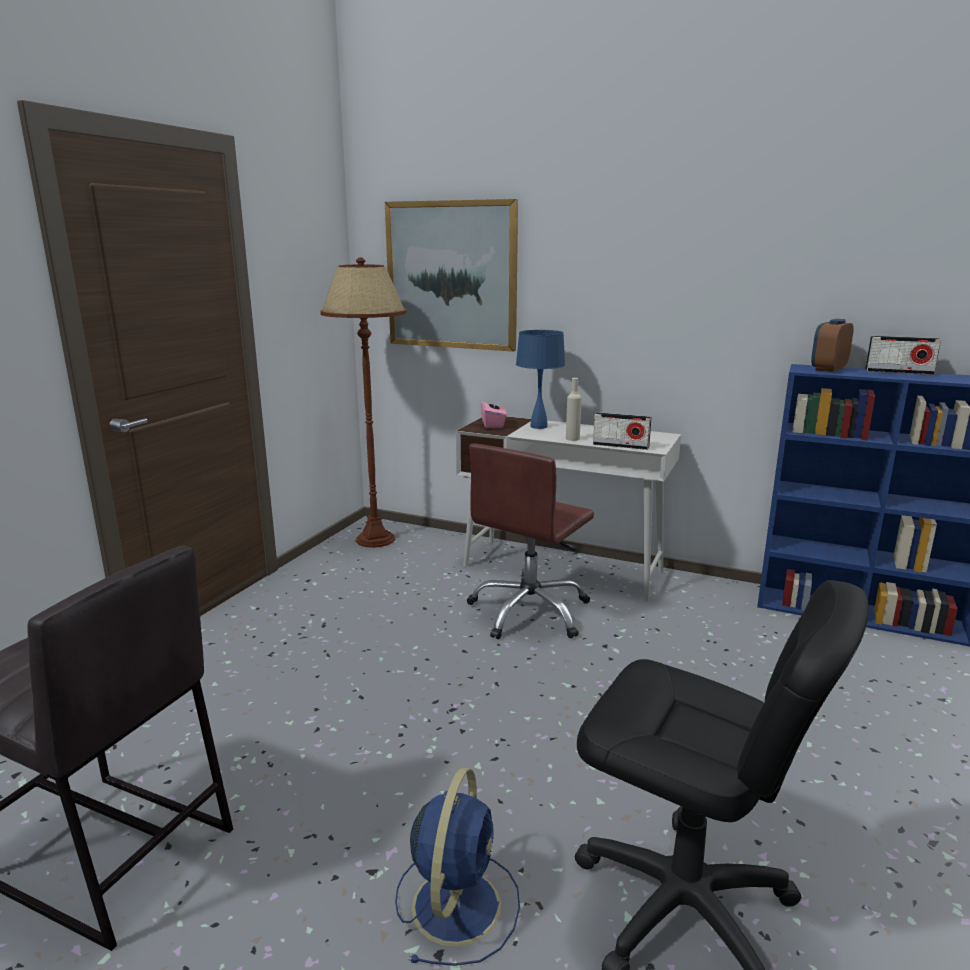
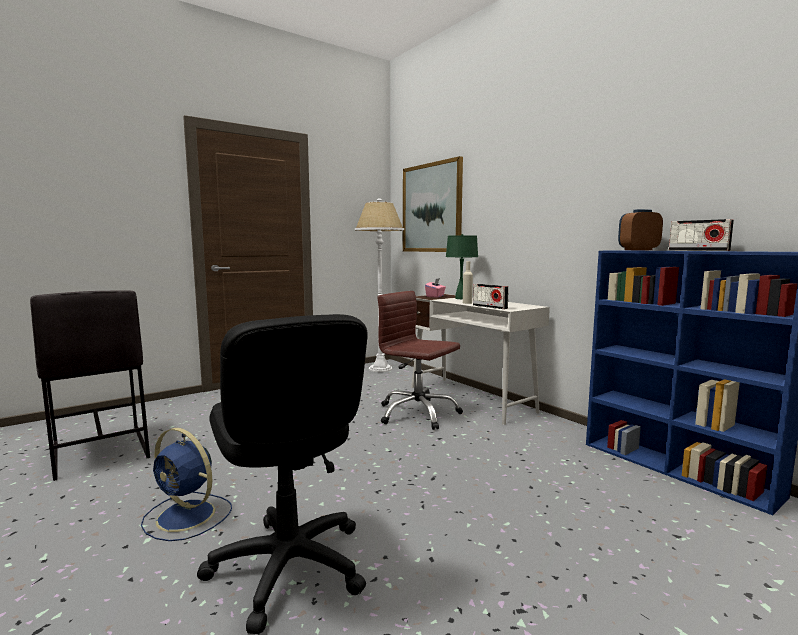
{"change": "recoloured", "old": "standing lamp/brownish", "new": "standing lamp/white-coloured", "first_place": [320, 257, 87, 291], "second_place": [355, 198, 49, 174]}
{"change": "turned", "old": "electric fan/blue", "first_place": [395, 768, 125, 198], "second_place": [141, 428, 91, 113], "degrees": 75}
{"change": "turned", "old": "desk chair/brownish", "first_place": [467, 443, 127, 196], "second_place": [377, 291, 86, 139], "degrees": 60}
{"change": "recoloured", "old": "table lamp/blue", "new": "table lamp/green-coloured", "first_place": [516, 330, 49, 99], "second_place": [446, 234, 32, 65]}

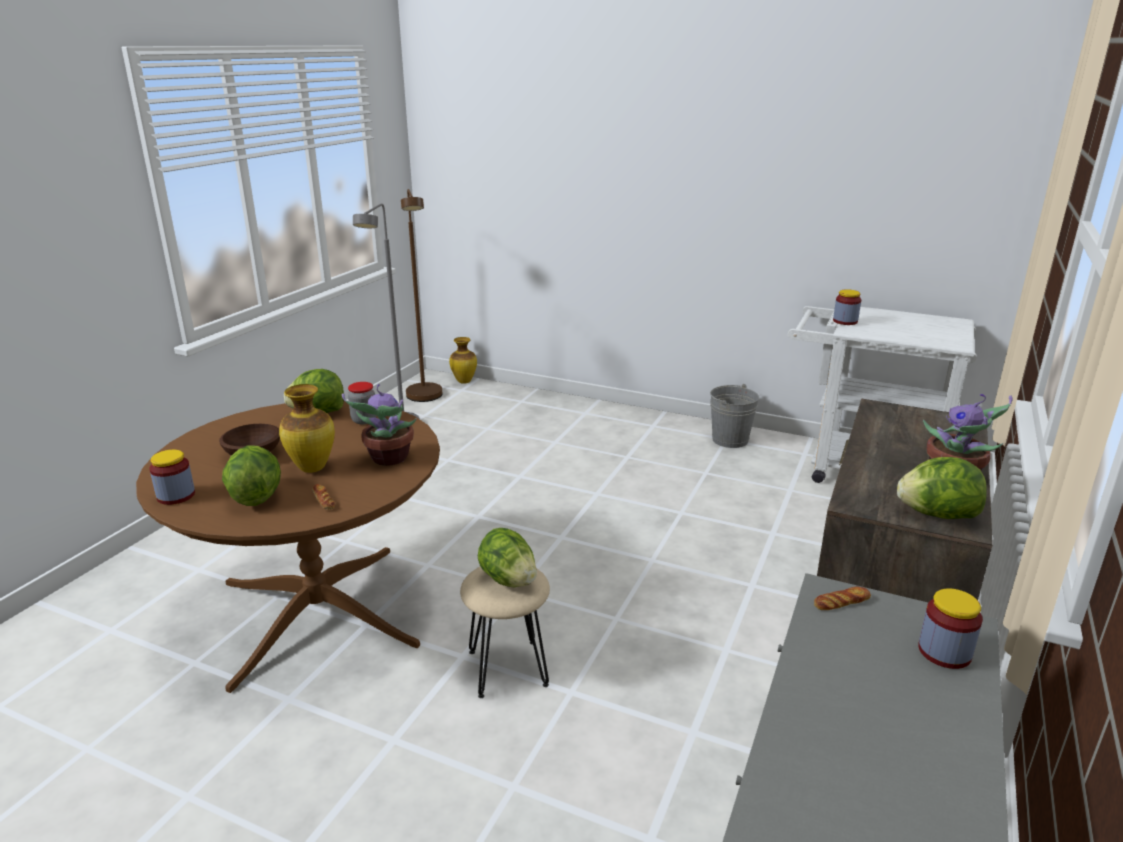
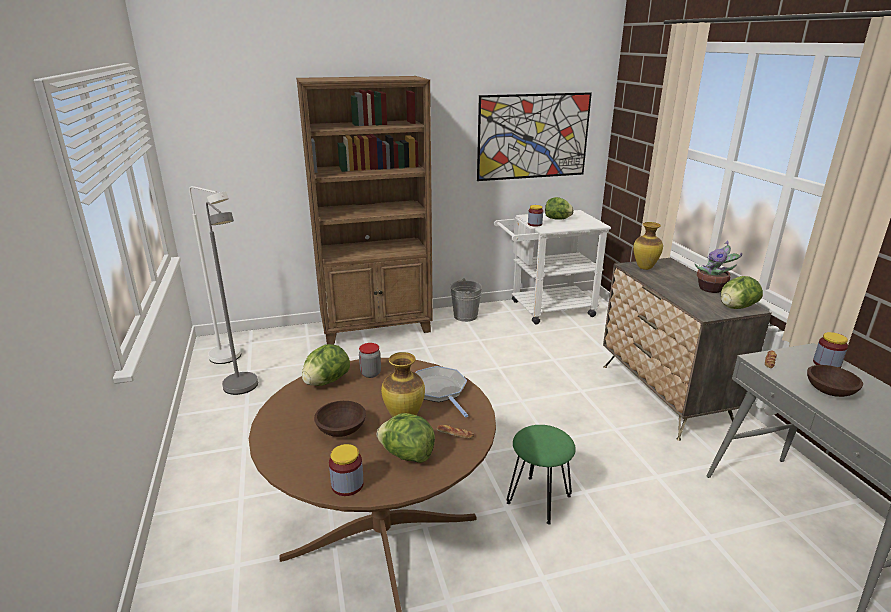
{"change": "replaced", "old": "potted plant", "new": "pan", "first_place": [342, 384, 75, 82], "second_place": [415, 366, 53, 51]}
{"change": "recoloured", "old": "standing lamp/brownish", "new": "standing lamp/white-coloured", "first_place": [401, 189, 41, 213], "second_place": [189, 186, 52, 178]}
{"change": "moved", "old": "decorative vase", "first_place": [449, 337, 28, 47], "second_place": [633, 222, 30, 48]}
{"change": "recoloured", "old": "sitting stool/beige-coloured", "new": "sitting stool/green-coloured", "first_place": [460, 567, 90, 131], "second_place": [507, 425, 69, 100]}
{"change": "moved", "old": "head of lettuce", "first_place": [478, 528, 59, 59], "second_place": [545, 197, 29, 23]}
{"change": "added", "new": "bookshelf/brownish", "second_place": [296, 76, 137, 269]}
{"change": "added", "new": "picture", "second_place": [477, 92, 115, 89]}
{"change": "added", "new": "serving bowl/brownish", "second_place": [807, 365, 56, 32]}

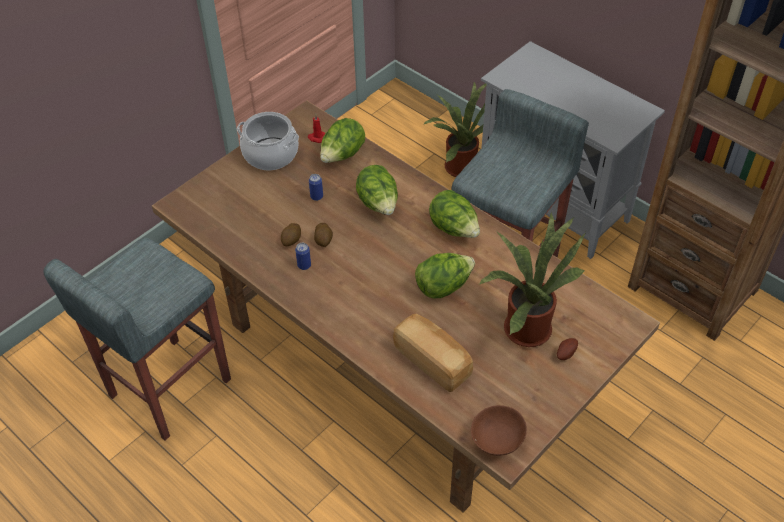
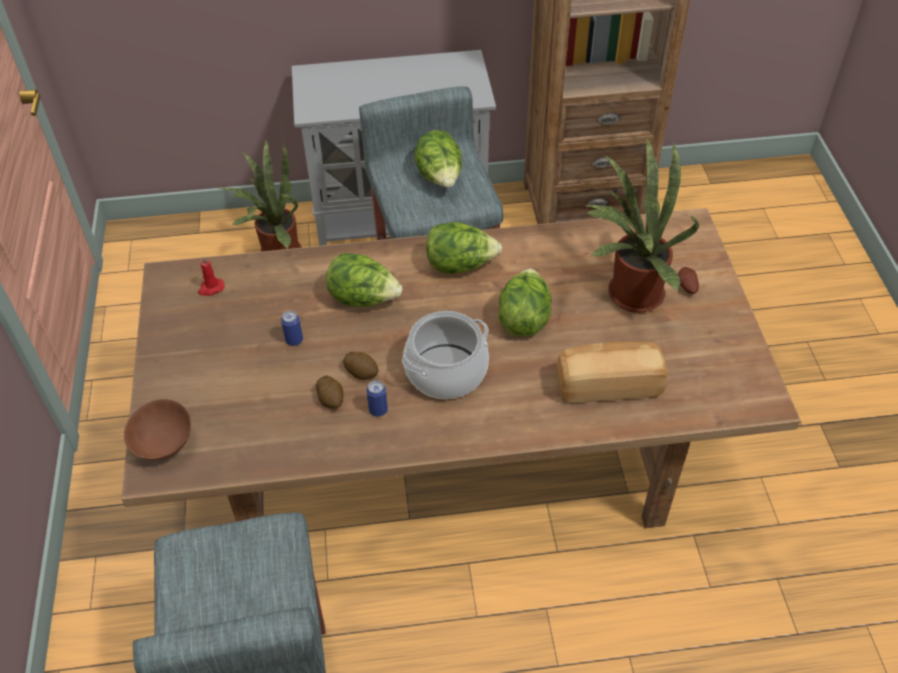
{"change": "moved", "old": "saucepot", "first_place": [237, 112, 62, 58], "second_place": [402, 311, 87, 88]}
{"change": "moved", "old": "head of lettuce", "first_place": [320, 118, 45, 45], "second_place": [414, 130, 48, 58]}
{"change": "moved", "old": "serving bowl/brownish", "first_place": [471, 405, 56, 51], "second_place": [124, 399, 67, 61]}

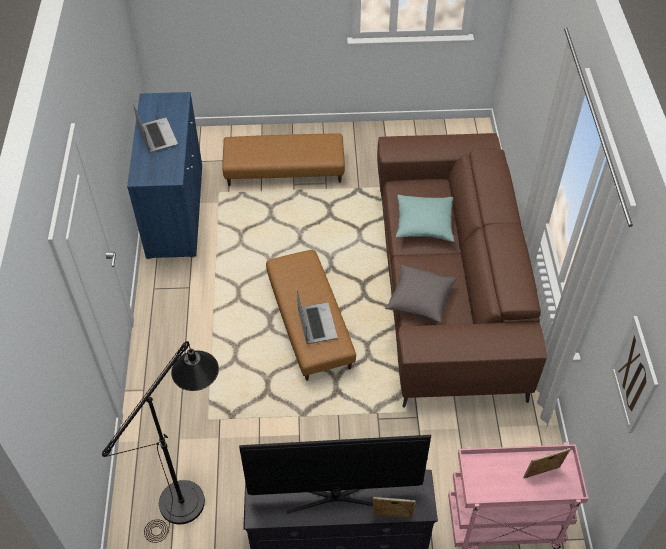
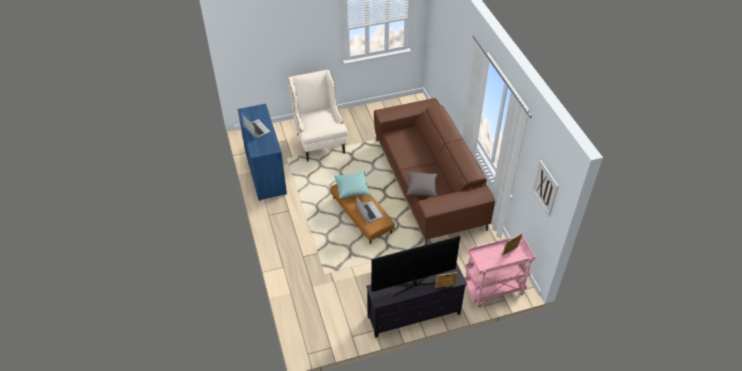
{"change": "removed", "old": "standing lamp/blackish", "first_place": [102, 341, 117, 202]}
{"change": "replaced", "old": "footrest/brownish", "new": "lounge chair/beige-coloured", "first_place": [222, 134, 123, 52], "second_place": [288, 70, 60, 92]}
{"change": "moved", "old": "cushion/blue-green", "first_place": [396, 195, 58, 47], "second_place": [334, 171, 37, 28]}

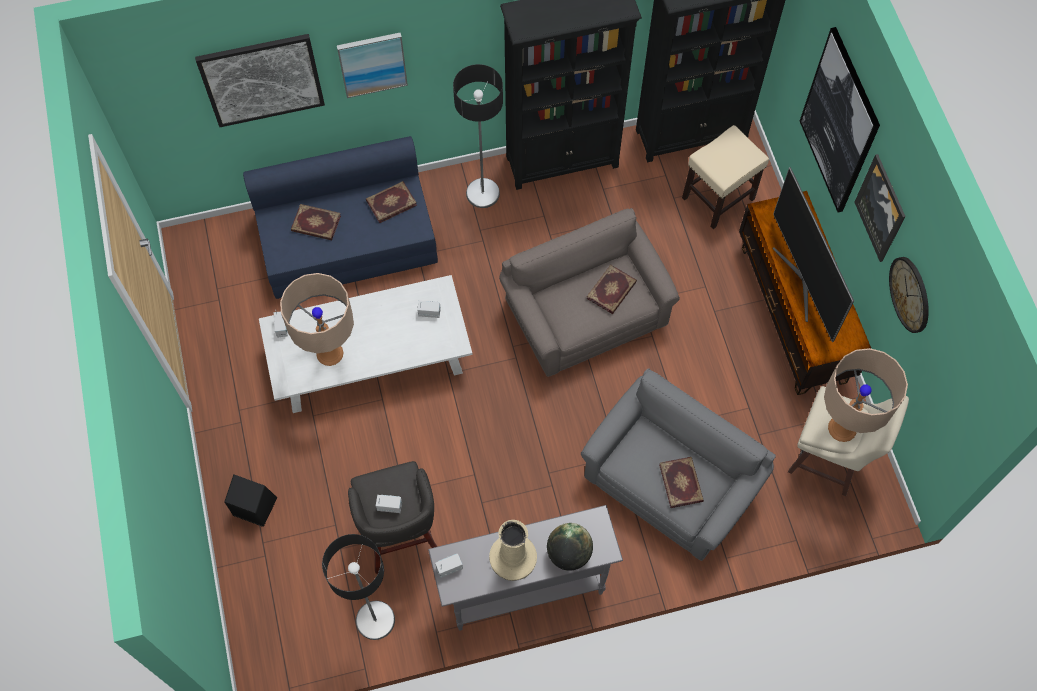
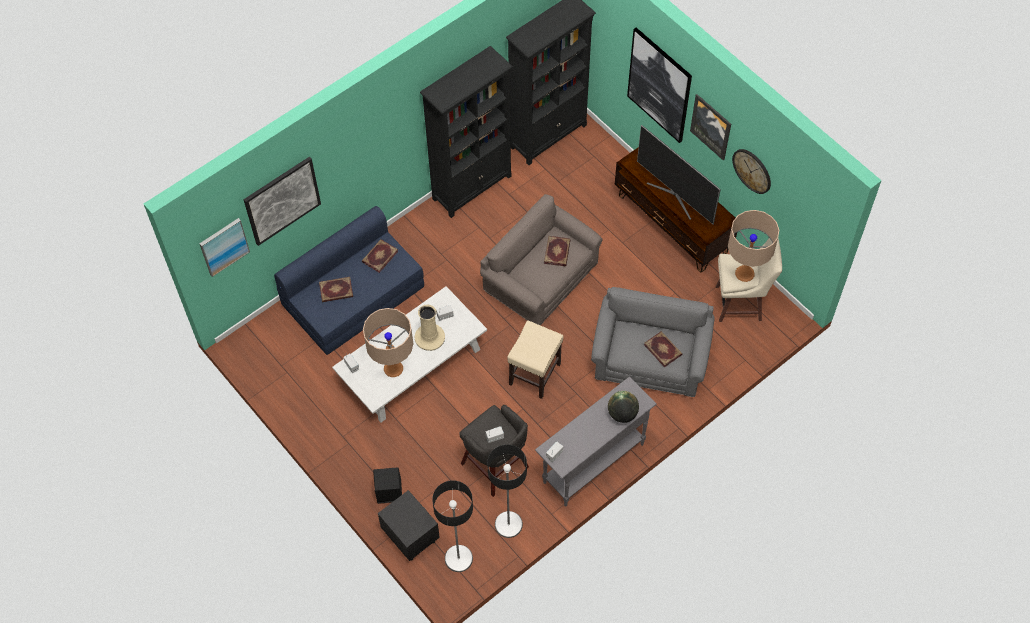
{"change": "moved", "old": "picture", "first_place": [337, 33, 71, 65], "second_place": [199, 218, 51, 59]}
{"change": "moved", "old": "standing lamp", "first_place": [453, 64, 50, 144], "second_place": [432, 480, 41, 92]}
{"change": "moved", "old": "decorative vase/beige-coloured", "first_place": [489, 520, 48, 61], "second_place": [415, 305, 30, 46]}
{"change": "moved", "old": "sitting stool/beige-coloured", "first_place": [682, 125, 87, 104], "second_place": [507, 321, 57, 78]}
{"change": "added", "new": "night table/blackish", "second_place": [378, 490, 62, 71]}

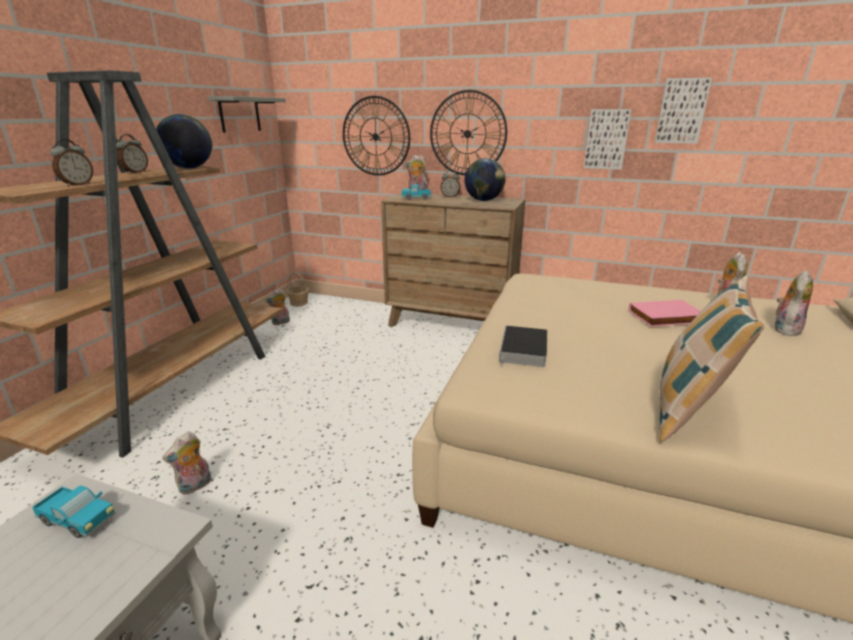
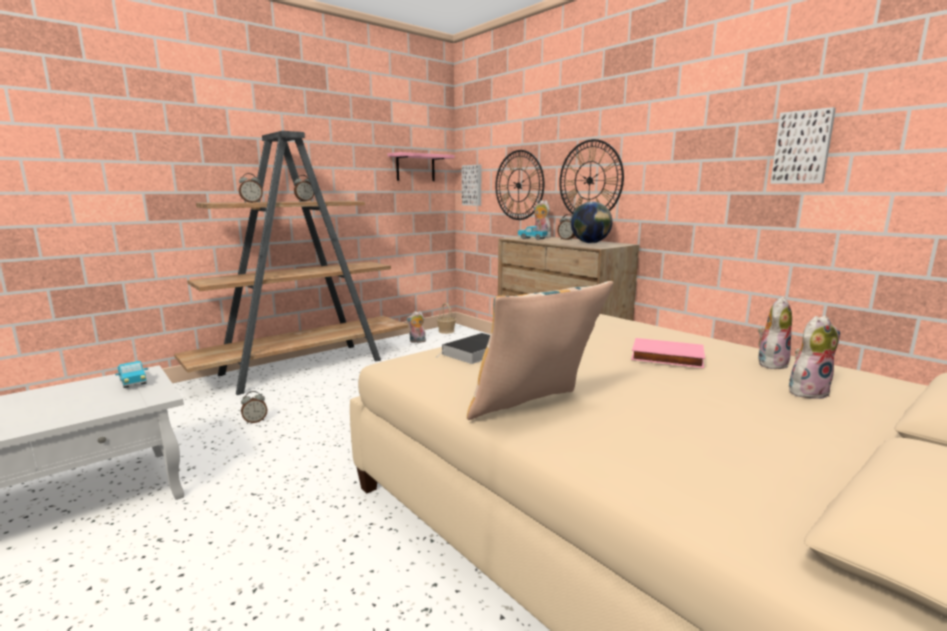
{"change": "removed", "old": "world globe", "first_place": [156, 114, 56, 55]}
{"change": "replaced", "old": "cuddly toy", "new": "table clock", "first_place": [163, 431, 48, 64], "second_place": [241, 391, 26, 33]}
{"change": "recoloured", "old": "bracket shelf/greyish", "new": "bracket shelf/pinkish", "first_place": [208, 96, 78, 37], "second_place": [388, 152, 67, 29]}
{"change": "moved", "old": "picture", "first_place": [584, 109, 47, 61], "second_place": [462, 164, 19, 42]}

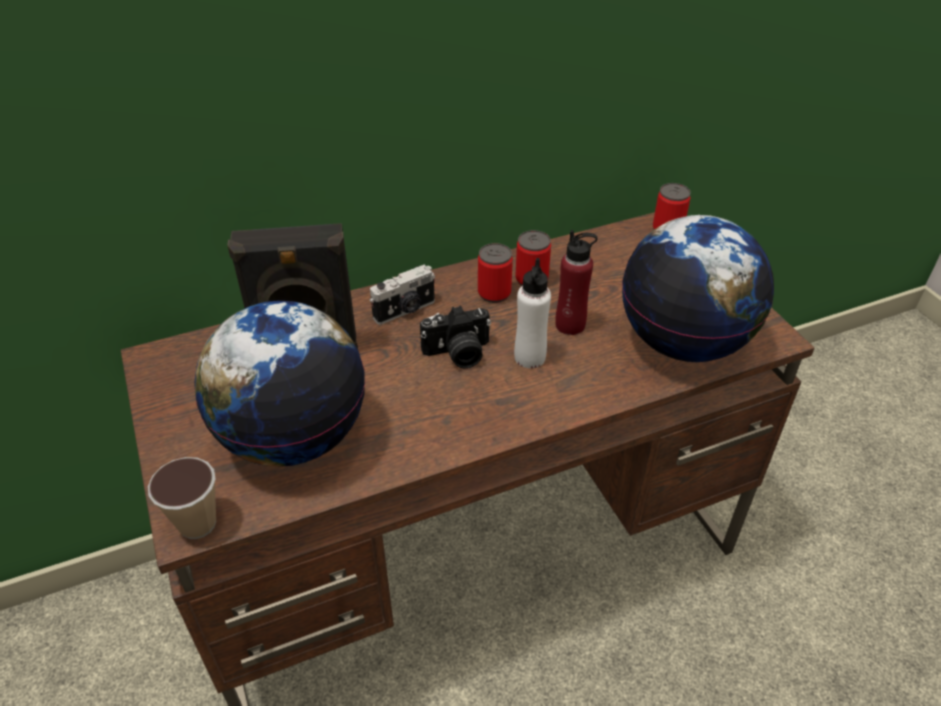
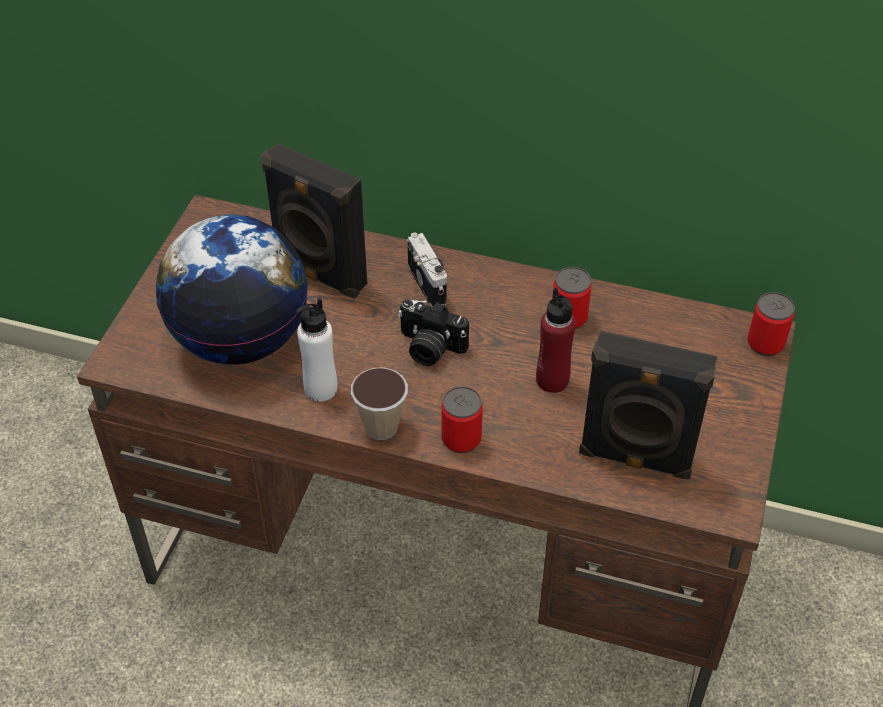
{"change": "moved", "old": "small cup", "first_place": [148, 457, 68, 82], "second_place": [351, 367, 57, 73]}
{"change": "turned", "old": "photo camera", "first_place": [370, 264, 65, 61], "second_place": [407, 233, 40, 74], "degrees": -120}
{"change": "moved", "old": "metal can", "first_place": [478, 243, 35, 60], "second_place": [441, 386, 42, 67]}
{"change": "moved", "old": "drink bottle/white-coloured", "first_place": [514, 258, 37, 110], "second_place": [295, 298, 42, 104]}
{"change": "replaced", "old": "world globe", "new": "audio speaker/blackish", "first_place": [622, 215, 152, 147], "second_place": [579, 331, 139, 148]}

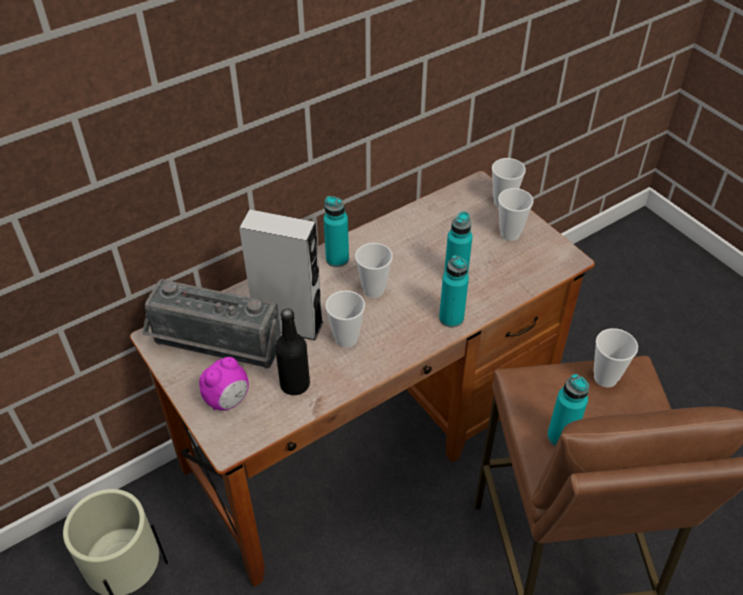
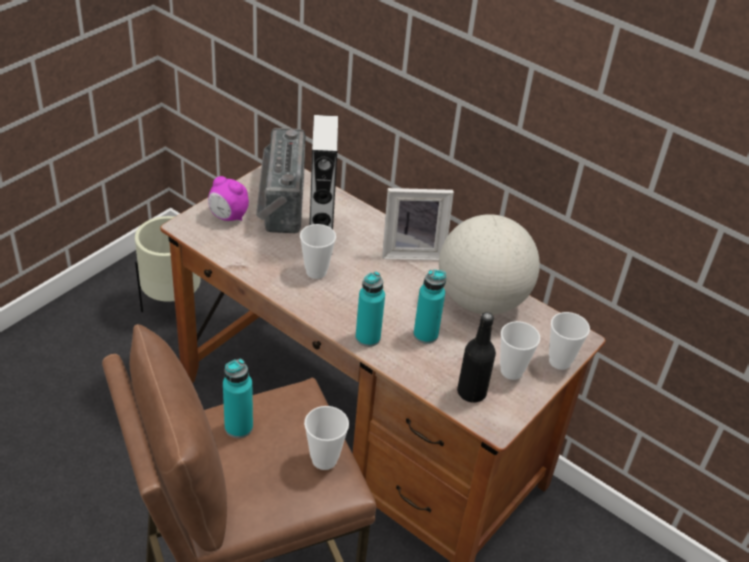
{"change": "moved", "old": "drink bottle/blackish", "first_place": [275, 309, 35, 86], "second_place": [457, 312, 39, 91]}
{"change": "replaced", "old": "drink bottle/blue-green", "new": "standing frame", "first_place": [324, 196, 25, 71], "second_place": [382, 188, 72, 72]}
{"change": "removed", "old": "small cup", "first_place": [355, 243, 38, 55]}
{"change": "added", "new": "world globe", "second_place": [439, 214, 101, 101]}

